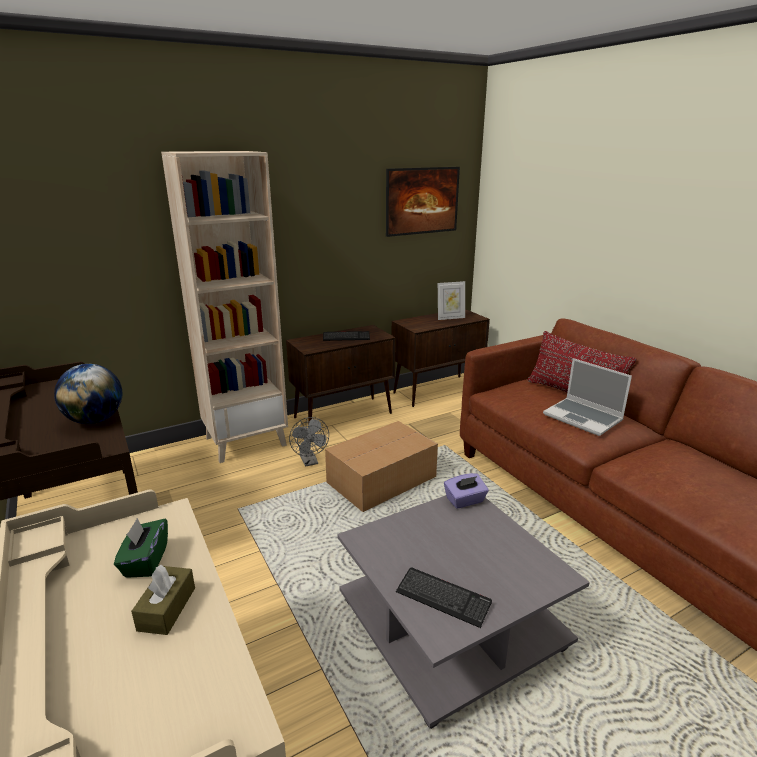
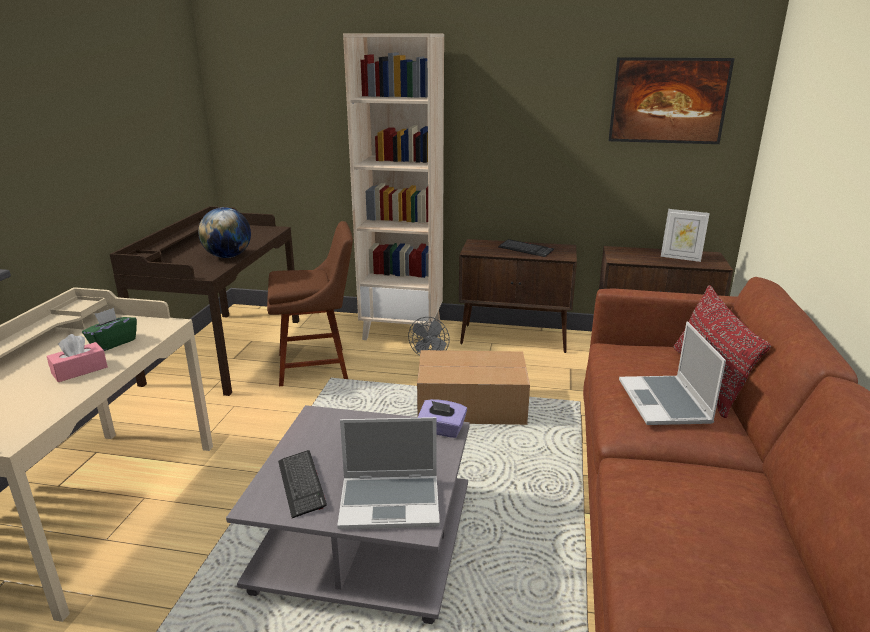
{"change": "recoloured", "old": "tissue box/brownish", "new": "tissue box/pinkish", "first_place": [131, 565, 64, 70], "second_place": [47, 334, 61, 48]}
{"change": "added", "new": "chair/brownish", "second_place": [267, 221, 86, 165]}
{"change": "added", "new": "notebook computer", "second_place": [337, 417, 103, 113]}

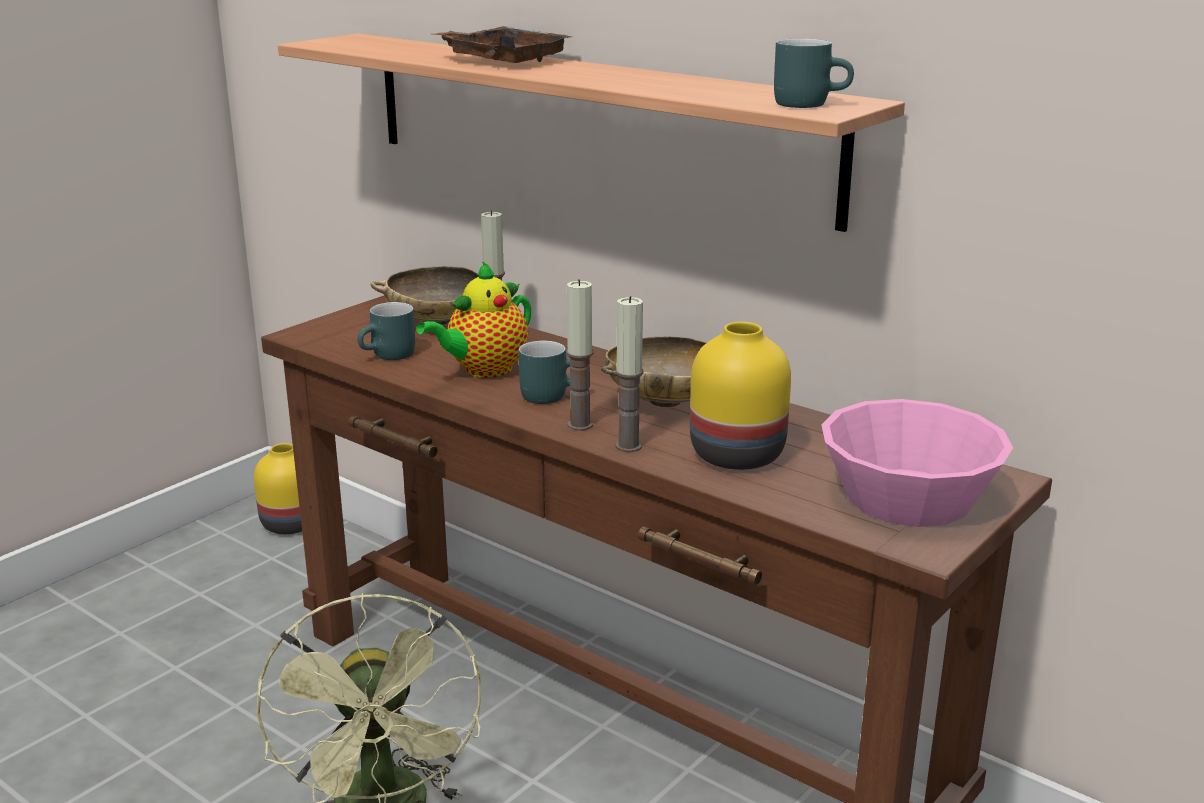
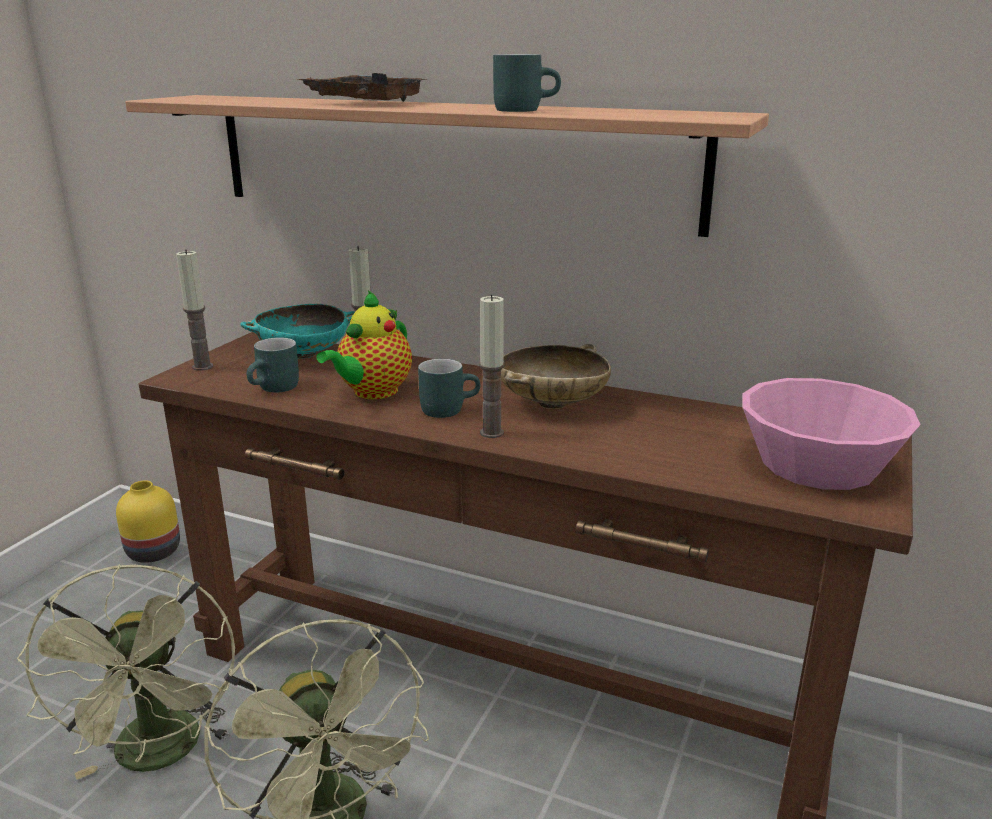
{"change": "recoloured", "old": "serving bowl/beige-coloured", "new": "serving bowl/blue-green", "first_place": [371, 266, 108, 59], "second_place": [241, 304, 114, 54]}
{"change": "moved", "old": "wax candle", "first_place": [615, 296, 29, 156], "second_place": [176, 249, 37, 122]}
{"change": "removed", "old": "decorative vase/yellowish", "first_place": [690, 322, 101, 148]}
{"change": "moved", "old": "coffee mug/blue-green", "first_place": [774, 39, 80, 69], "second_place": [493, 54, 68, 58]}
{"change": "added", "new": "electric fan/green-coloured", "second_place": [17, 564, 218, 216]}

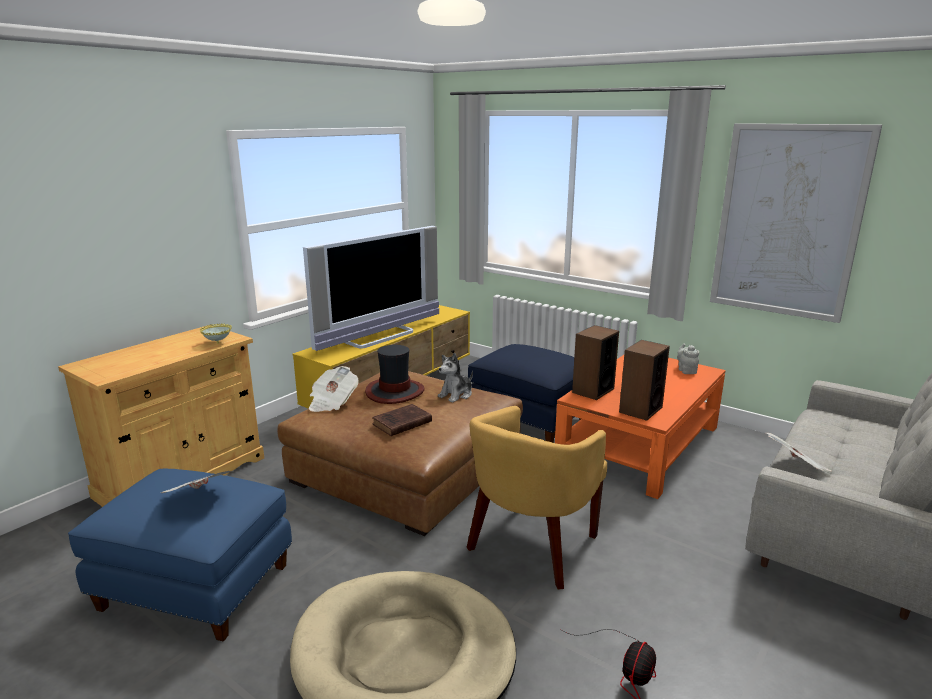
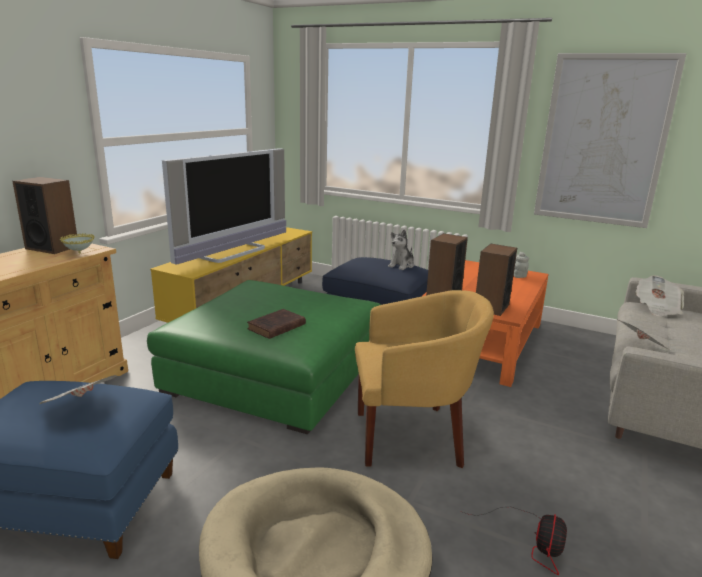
{"change": "recoloured", "old": "footrest/brownish", "new": "footrest/green-coloured", "first_place": [277, 371, 246, 165], "second_place": [147, 280, 234, 154]}
{"change": "moved", "old": "printed paper", "first_place": [309, 366, 50, 46], "second_place": [635, 275, 49, 41]}
{"change": "removed", "old": "clothing hat", "first_place": [365, 345, 60, 59]}
{"change": "moved", "old": "cuddly toy", "first_place": [438, 353, 35, 50], "second_place": [388, 229, 26, 41]}
{"change": "turned", "old": "lounge chair/yellowish", "first_place": [467, 406, 140, 184], "second_place": [355, 290, 139, 178], "degrees": -120}
{"change": "added", "new": "audio speaker", "second_place": [12, 177, 65, 77]}

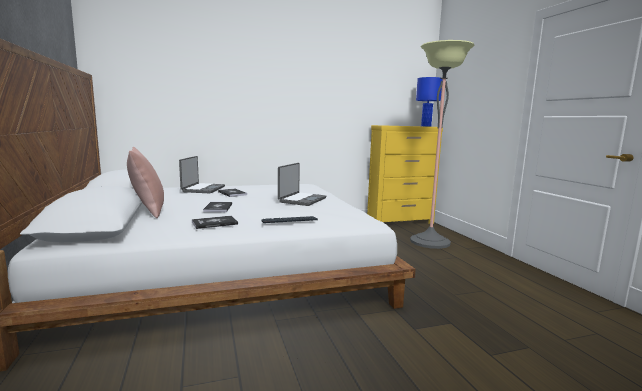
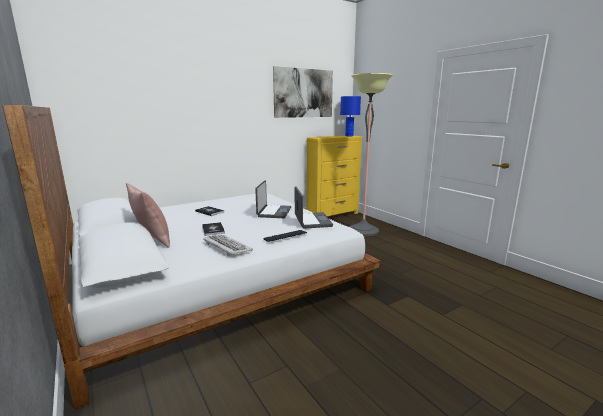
{"change": "moved", "old": "notebook computer", "first_place": [179, 156, 46, 37], "second_place": [295, 186, 38, 43]}
{"change": "replaced", "old": "volume", "new": "PC keyboard", "first_place": [192, 216, 46, 13], "second_place": [203, 235, 50, 21]}
{"change": "added", "new": "picture", "second_place": [273, 66, 60, 52]}

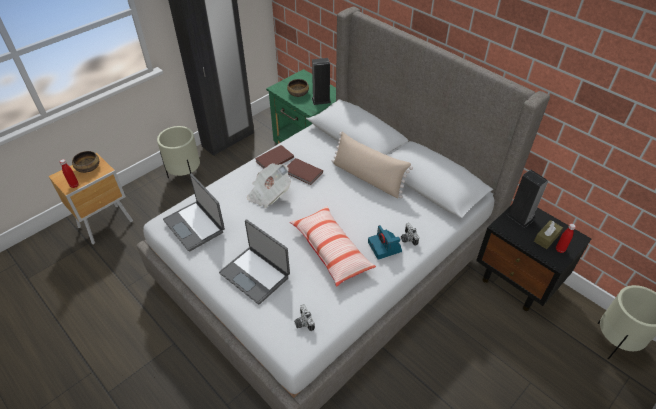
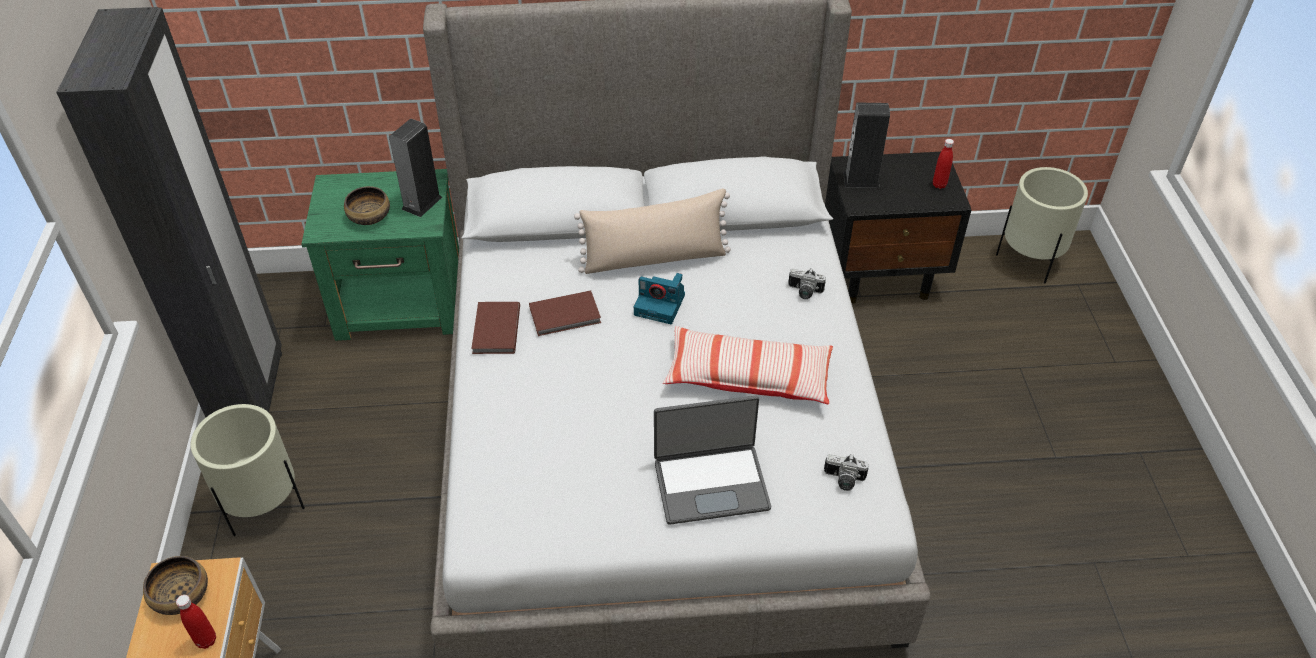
{"change": "removed", "old": "notebook computer", "first_place": [163, 173, 62, 79]}
{"change": "removed", "old": "printed paper", "first_place": [247, 163, 44, 45]}
{"change": "moved", "old": "photo camera", "first_place": [368, 225, 34, 35], "second_place": [634, 273, 51, 51]}
{"change": "removed", "old": "tissue box/brownish", "first_place": [534, 220, 29, 29]}

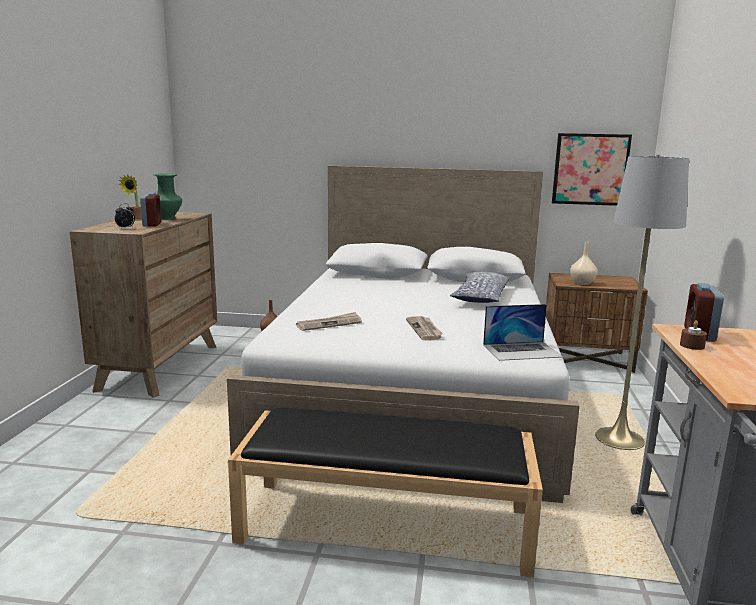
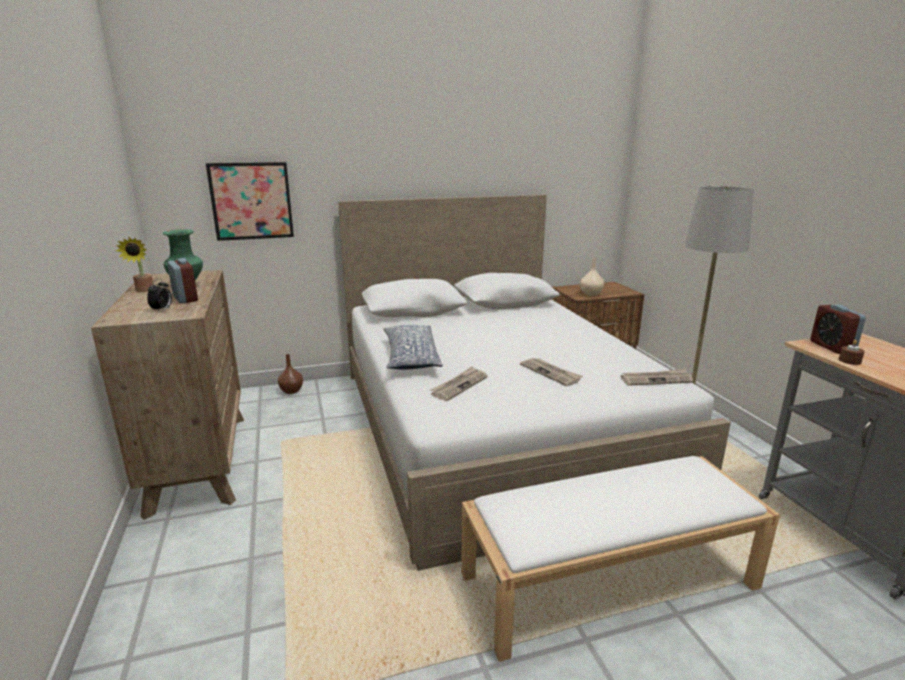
{"change": "recoloured", "old": "bench/blackish", "new": "bench/white-coloured", "first_place": [228, 408, 315, 170], "second_place": [461, 456, 319, 206]}
{"change": "moved", "old": "cushion", "first_place": [450, 272, 60, 31], "second_place": [383, 325, 60, 44]}
{"change": "replaced", "old": "notebook computer", "new": "printed paper", "first_place": [483, 304, 80, 57], "second_place": [621, 369, 72, 17]}
{"change": "moved", "old": "picture", "first_place": [552, 133, 80, 73], "second_place": [206, 162, 88, 79]}

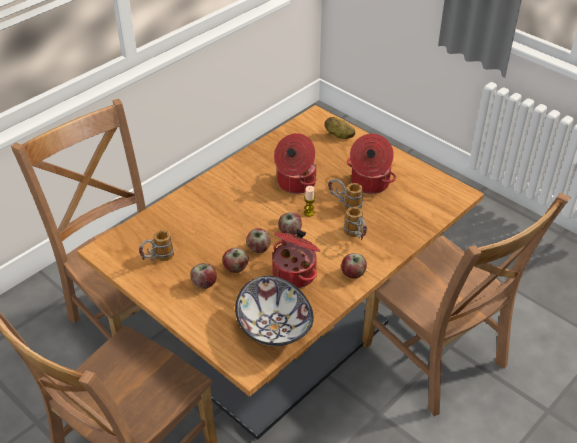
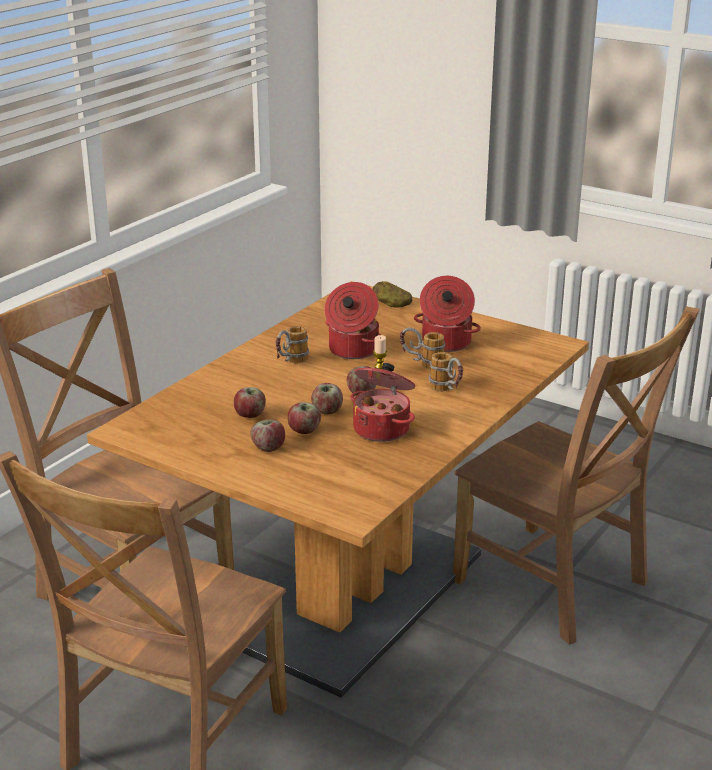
{"change": "moved", "old": "coffee mug", "first_place": [139, 230, 35, 31], "second_place": [275, 326, 34, 37]}
{"change": "removed", "old": "serving bowl", "first_place": [235, 276, 79, 70]}
{"change": "moved", "old": "whole apple", "first_place": [341, 253, 26, 26], "second_place": [234, 387, 32, 31]}

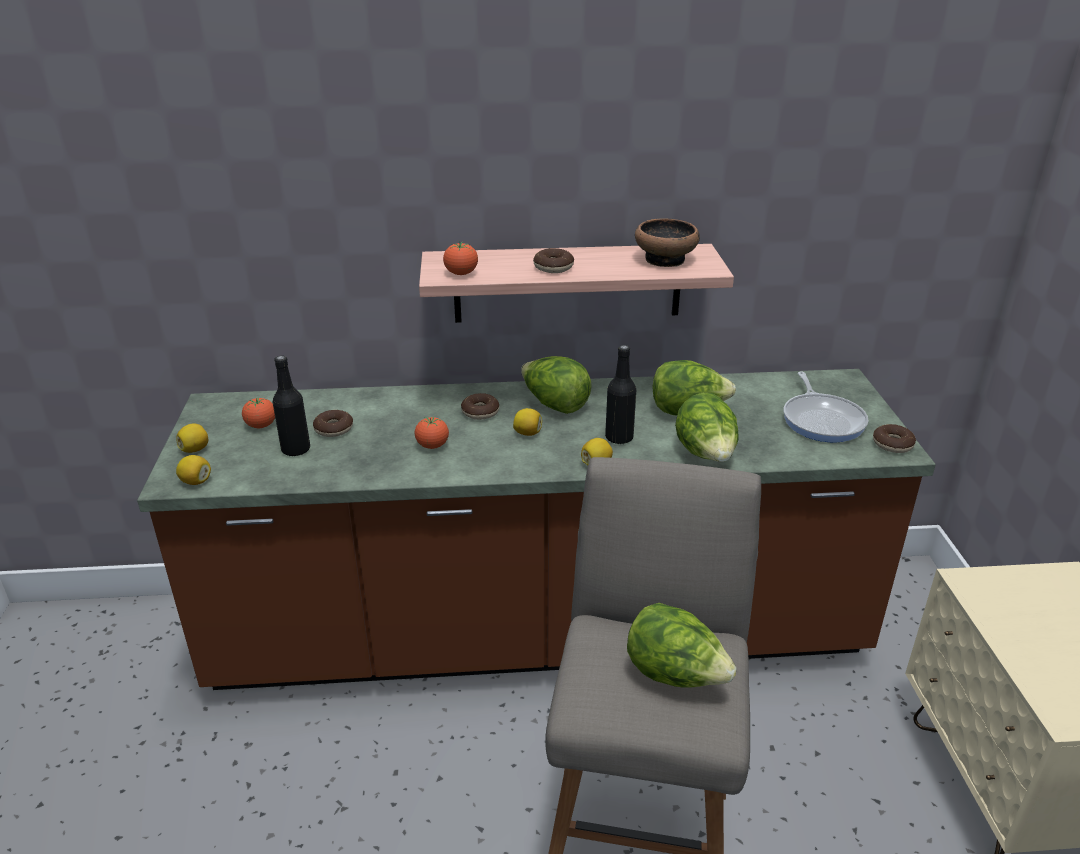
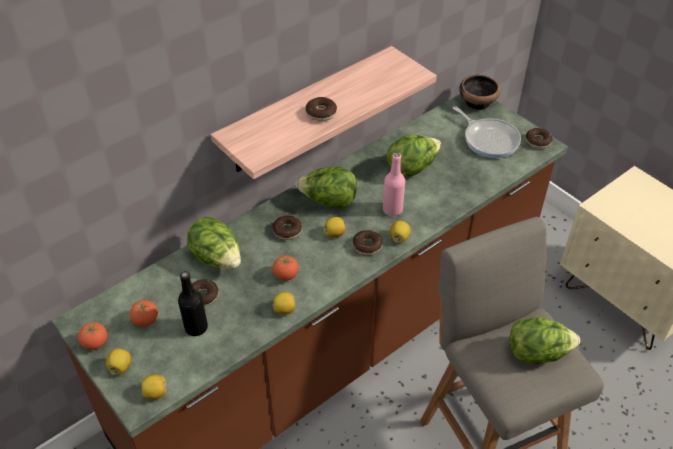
{"change": "moved", "old": "tomato", "first_place": [443, 242, 35, 33], "second_place": [78, 322, 30, 28]}
{"change": "recoloured", "old": "drink bottle/blackish", "new": "drink bottle/pinkish", "first_place": [605, 345, 31, 99], "second_place": [383, 153, 22, 63]}
{"change": "moved", "old": "serving bowl", "first_place": [635, 218, 65, 49], "second_place": [459, 75, 41, 35]}
{"change": "moved", "old": "head of lettuce", "first_place": [675, 393, 64, 69], "second_place": [187, 216, 54, 52]}
{"change": "added", "new": "whole lemon", "second_place": [273, 292, 22, 23]}
{"change": "added", "new": "ring doughnut", "second_place": [353, 230, 30, 25]}

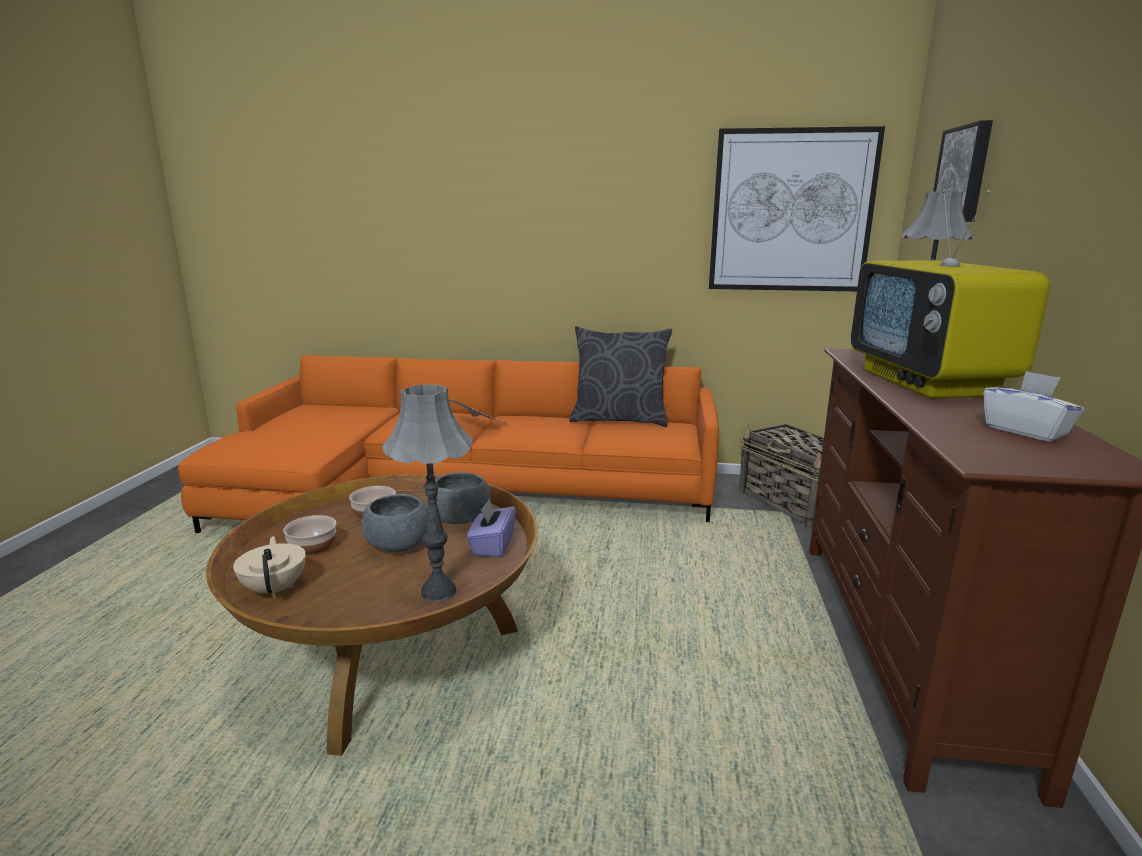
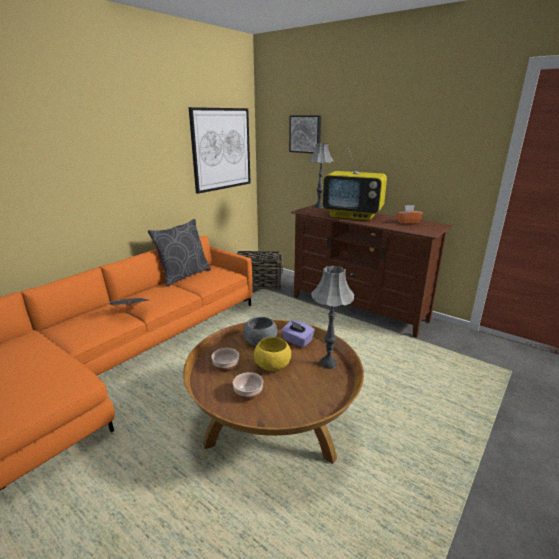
{"change": "removed", "old": "teapot/beige-coloured", "first_place": [233, 536, 73, 62]}
{"change": "recoloured", "old": "serving bowl/greyish", "new": "serving bowl/yellowish", "first_place": [361, 494, 67, 58], "second_place": [254, 337, 37, 34]}
{"change": "recoloured", "old": "tissue box/white-coloured", "new": "tissue box/orange-coloured", "first_place": [984, 371, 100, 71], "second_place": [396, 205, 27, 19]}

